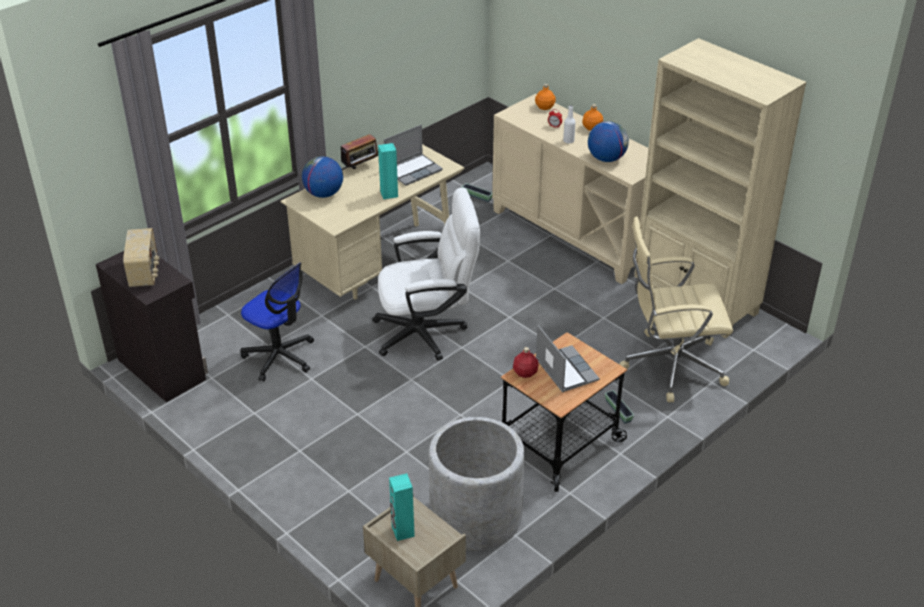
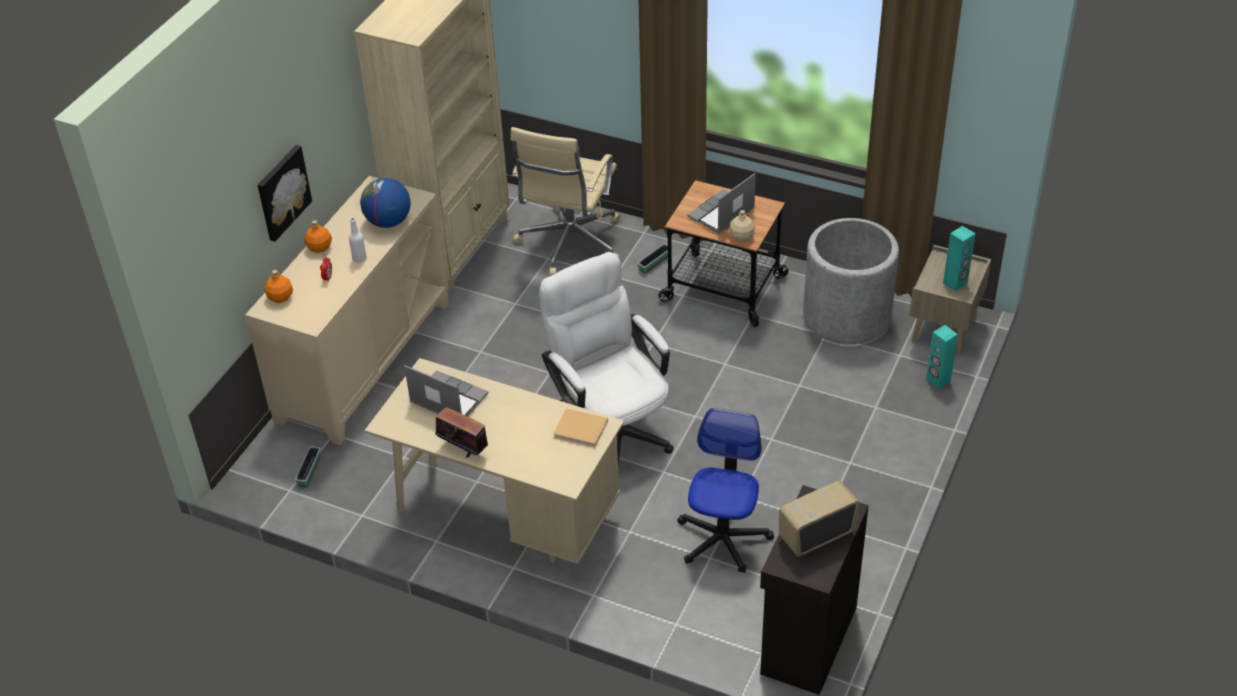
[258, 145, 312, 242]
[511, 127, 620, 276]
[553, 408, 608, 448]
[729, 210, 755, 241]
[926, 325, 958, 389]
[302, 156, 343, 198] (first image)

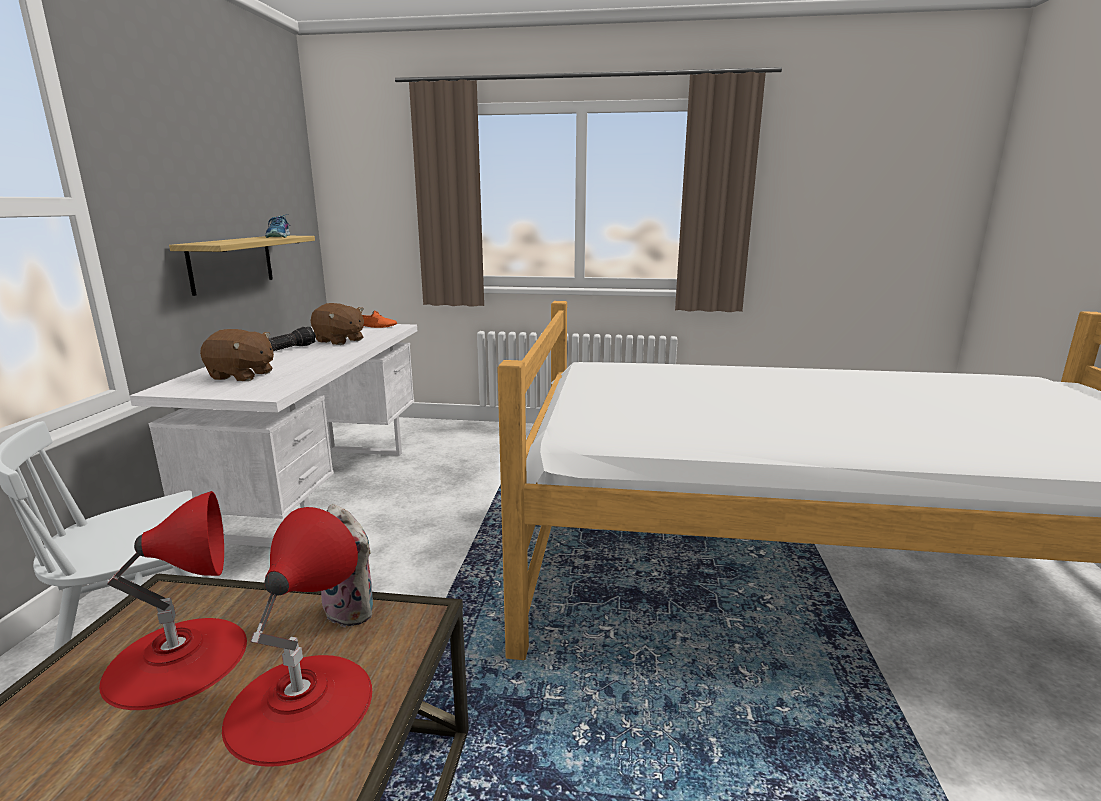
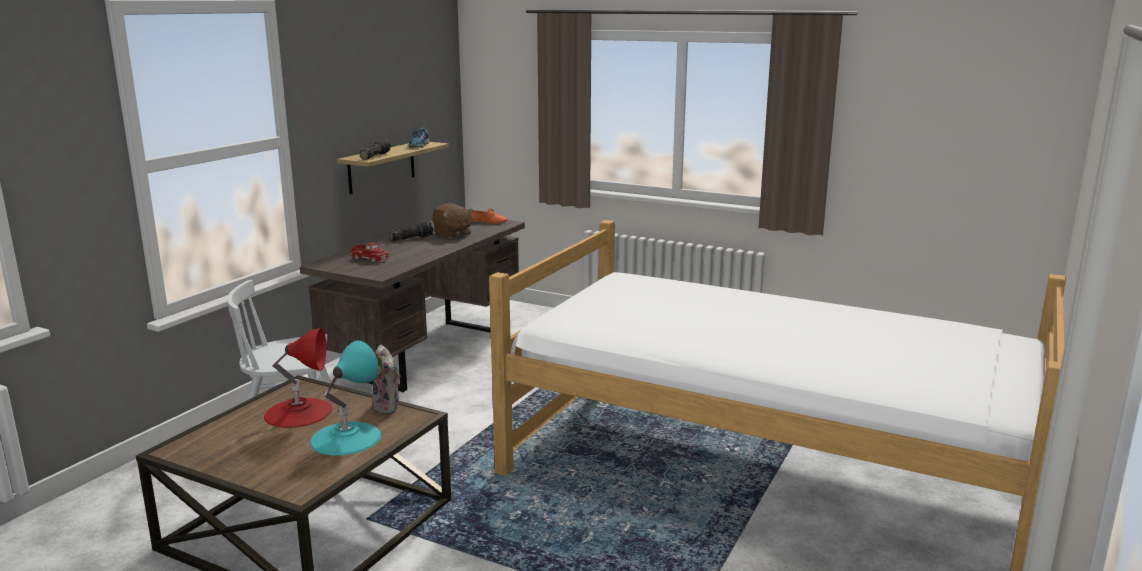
[300, 220, 525, 392]
[310, 341, 381, 455]
[351, 242, 390, 263]
[359, 139, 391, 160]

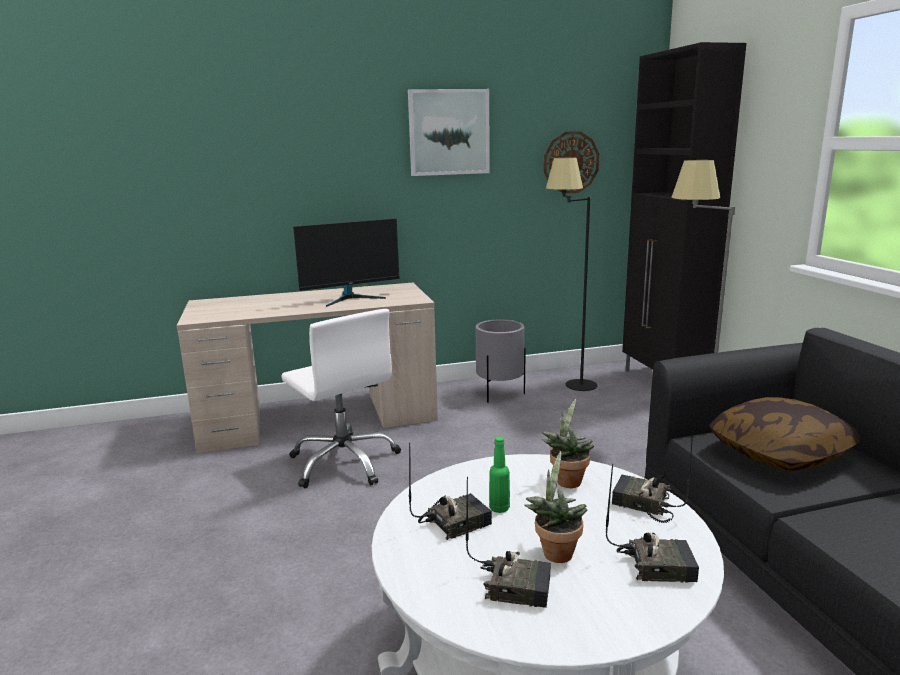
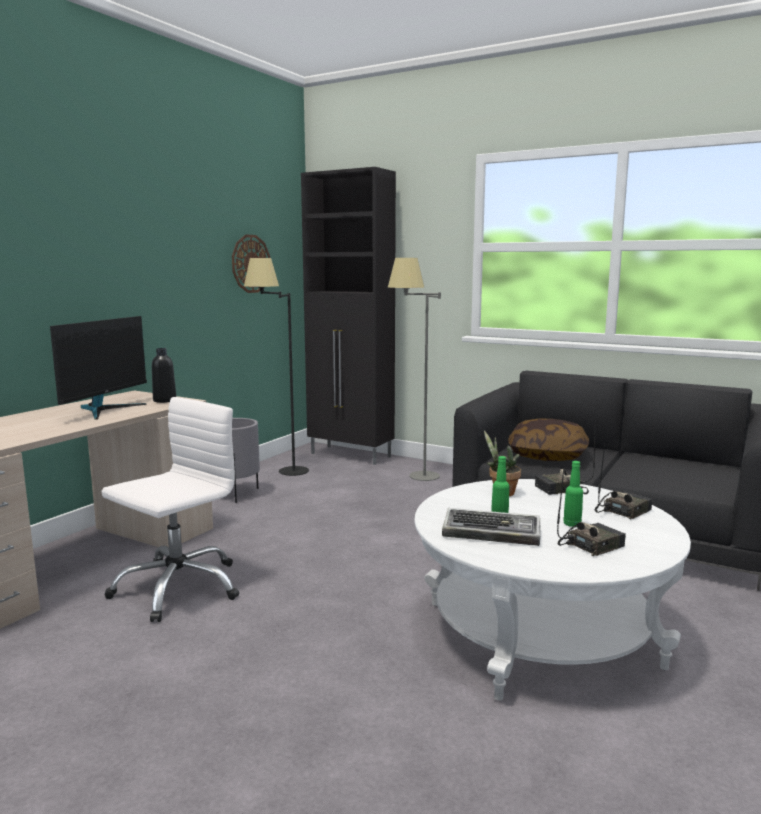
[101, 397, 239, 622]
[152, 348, 176, 403]
[442, 508, 541, 546]
[563, 461, 583, 527]
[408, 89, 490, 176] (first image)

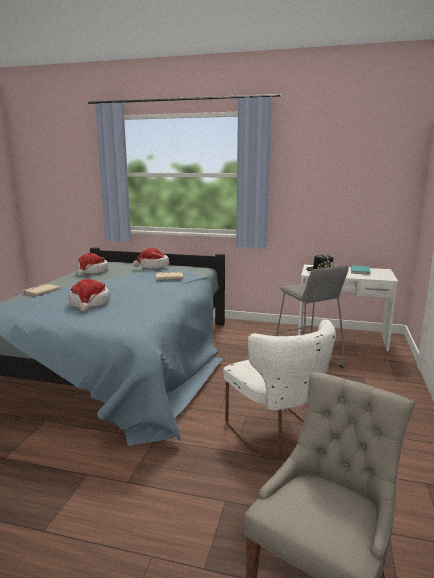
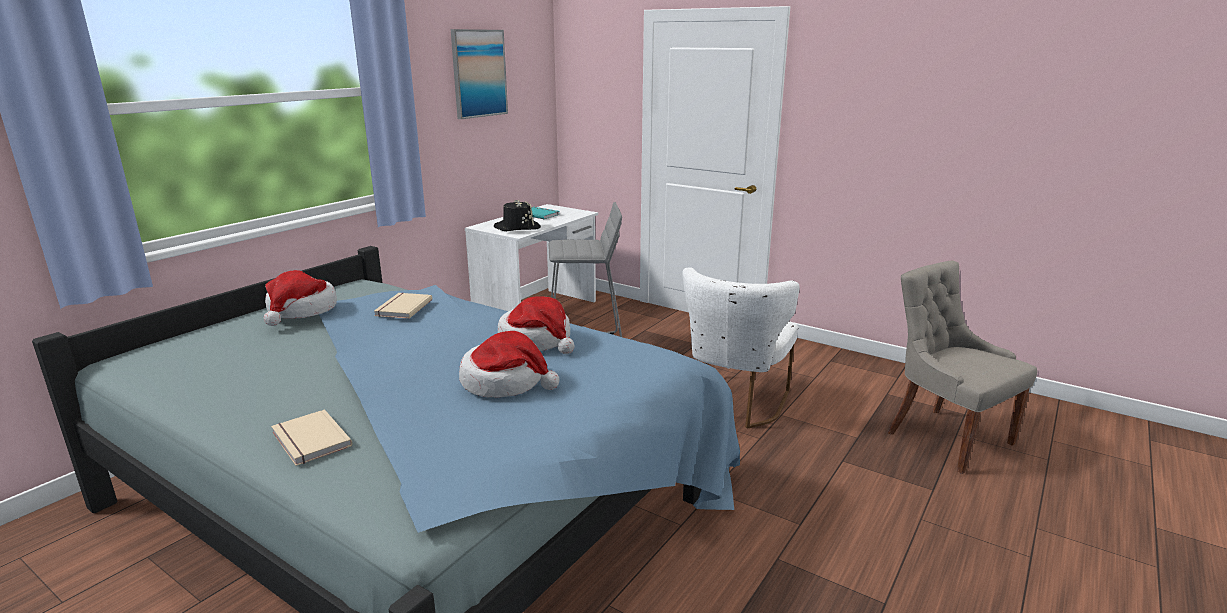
[451, 29, 508, 119]
[498, 296, 574, 354]
[682, 267, 800, 429]

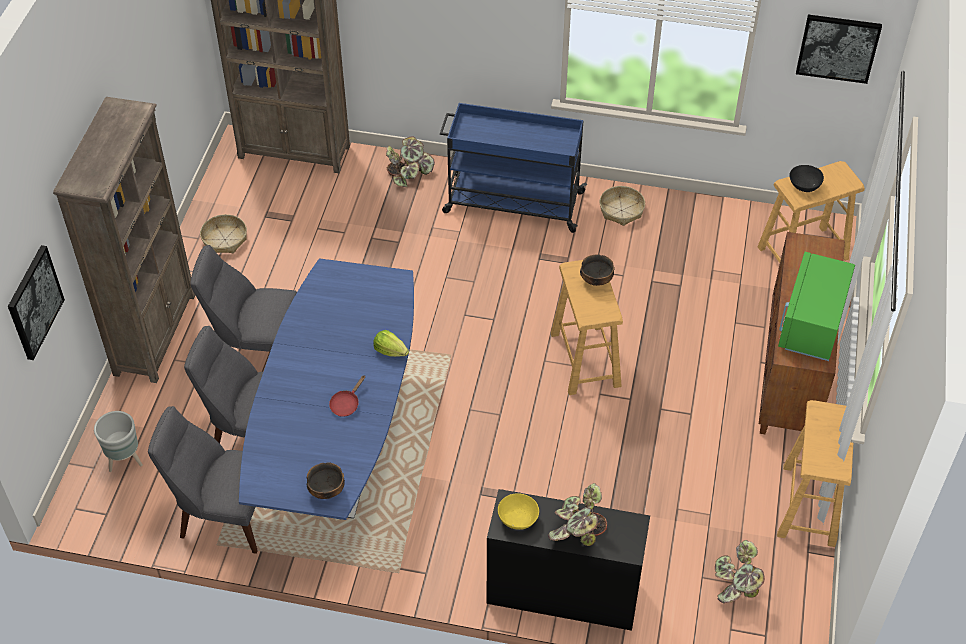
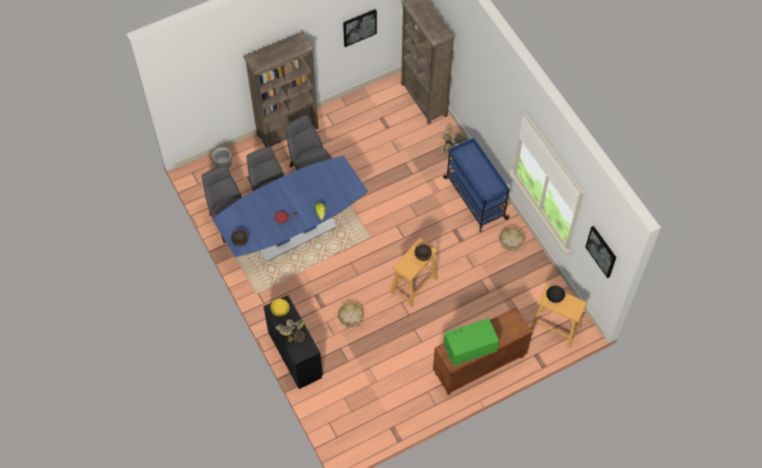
[338, 302, 364, 328]
[343, 9, 377, 47]
[715, 540, 765, 603] (first image)
[777, 400, 853, 547] (first image)

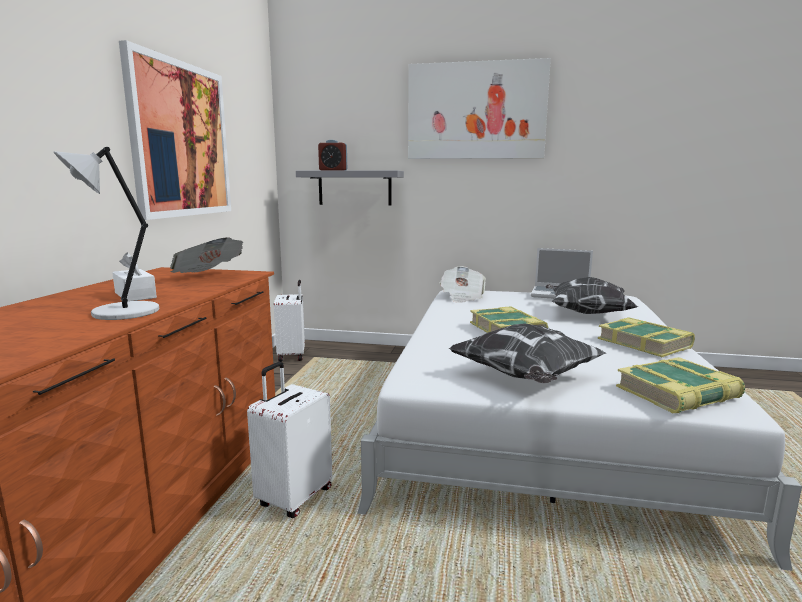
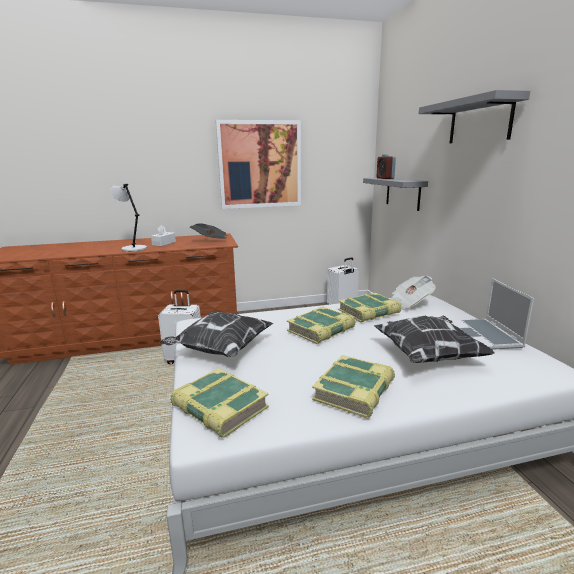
[338, 293, 401, 322]
[419, 90, 530, 143]

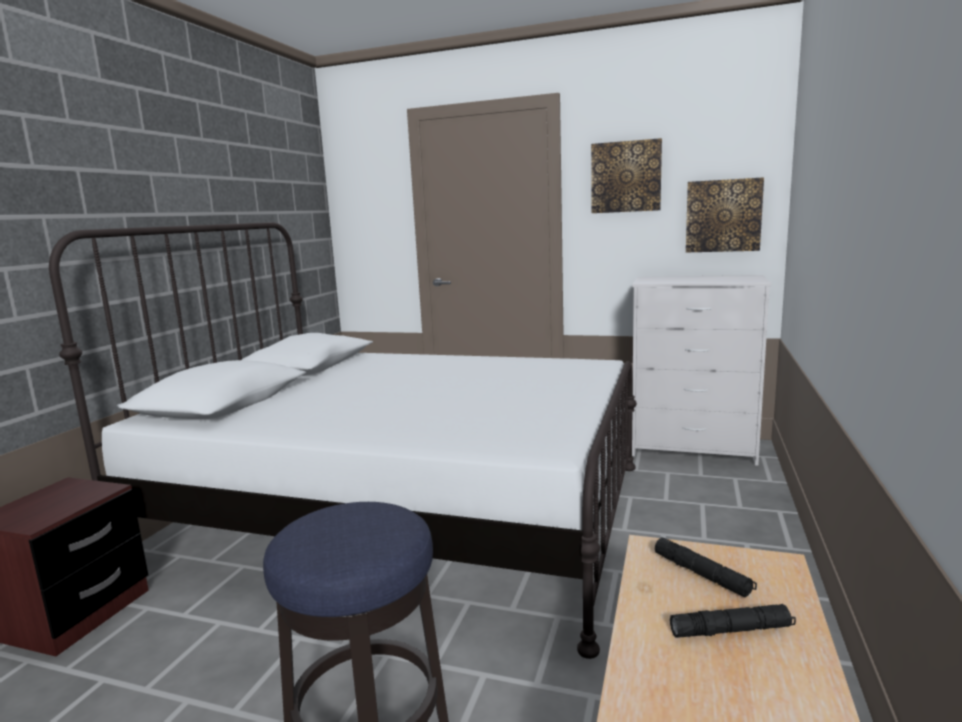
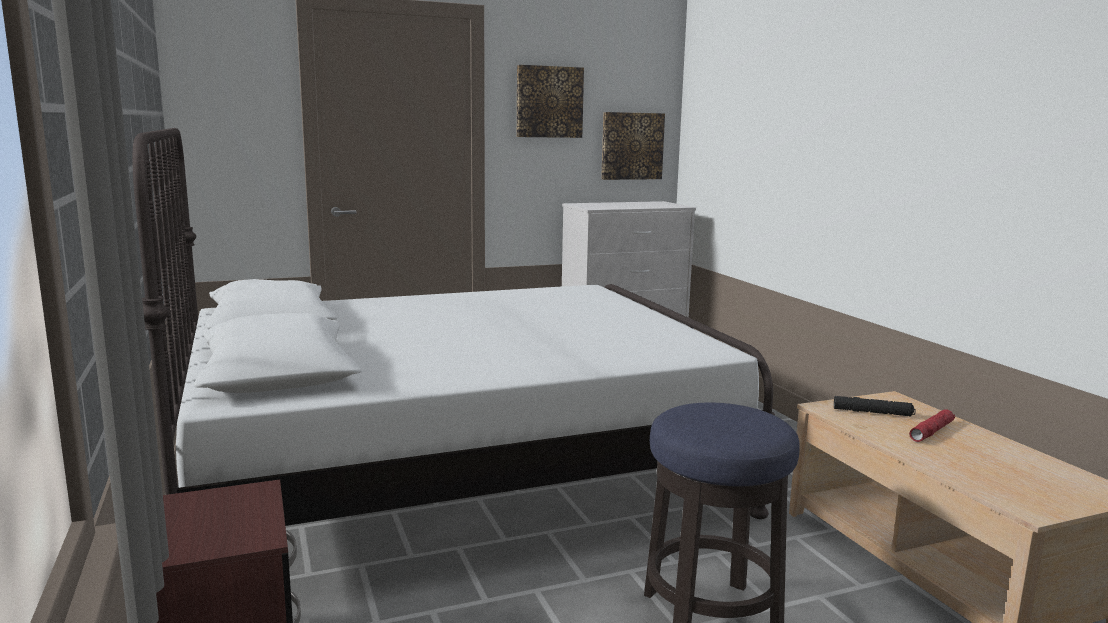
[909, 409, 955, 442]

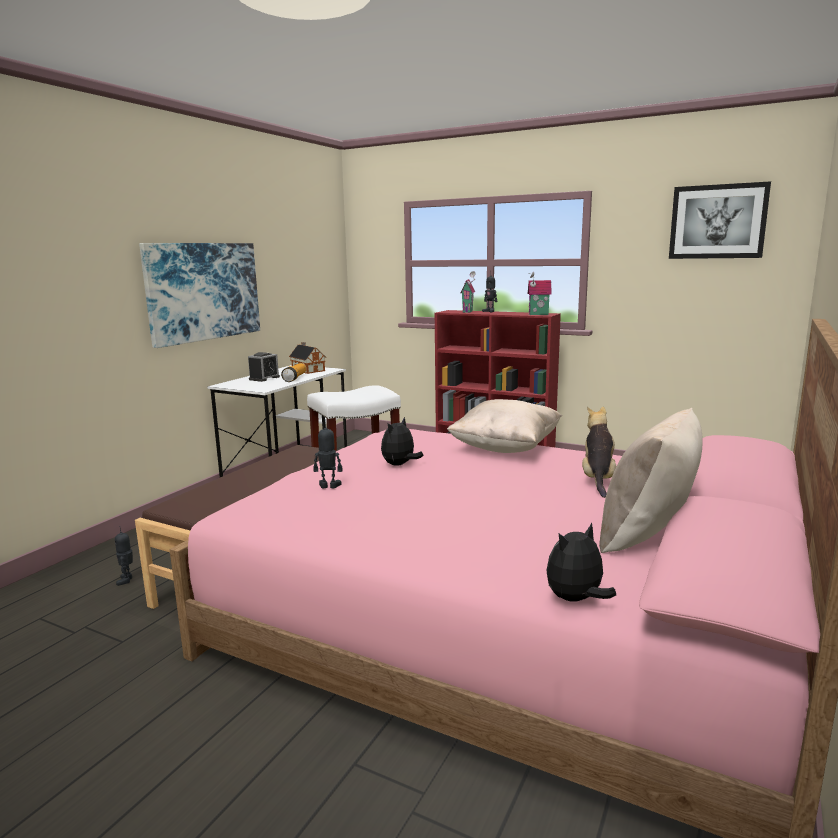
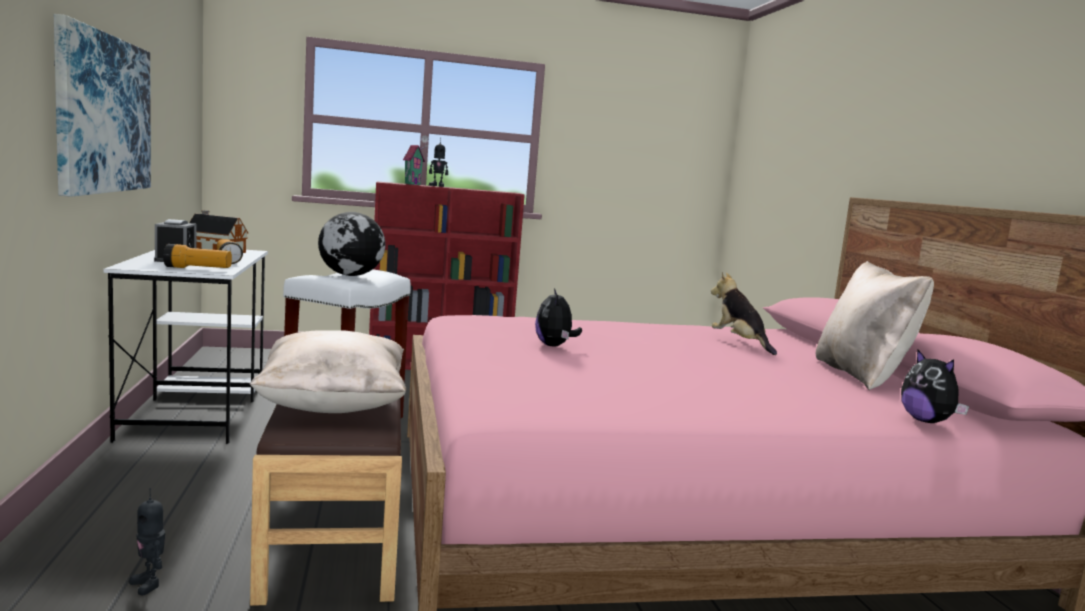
[163, 244, 232, 268]
[250, 330, 406, 413]
[318, 212, 385, 276]
[901, 350, 969, 423]
[313, 420, 342, 488] (first image)
[528, 272, 552, 315] (first image)
[669, 181, 771, 259] (first image)

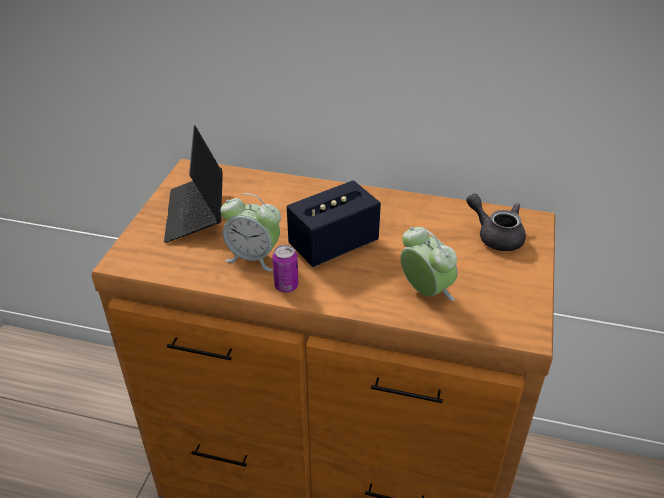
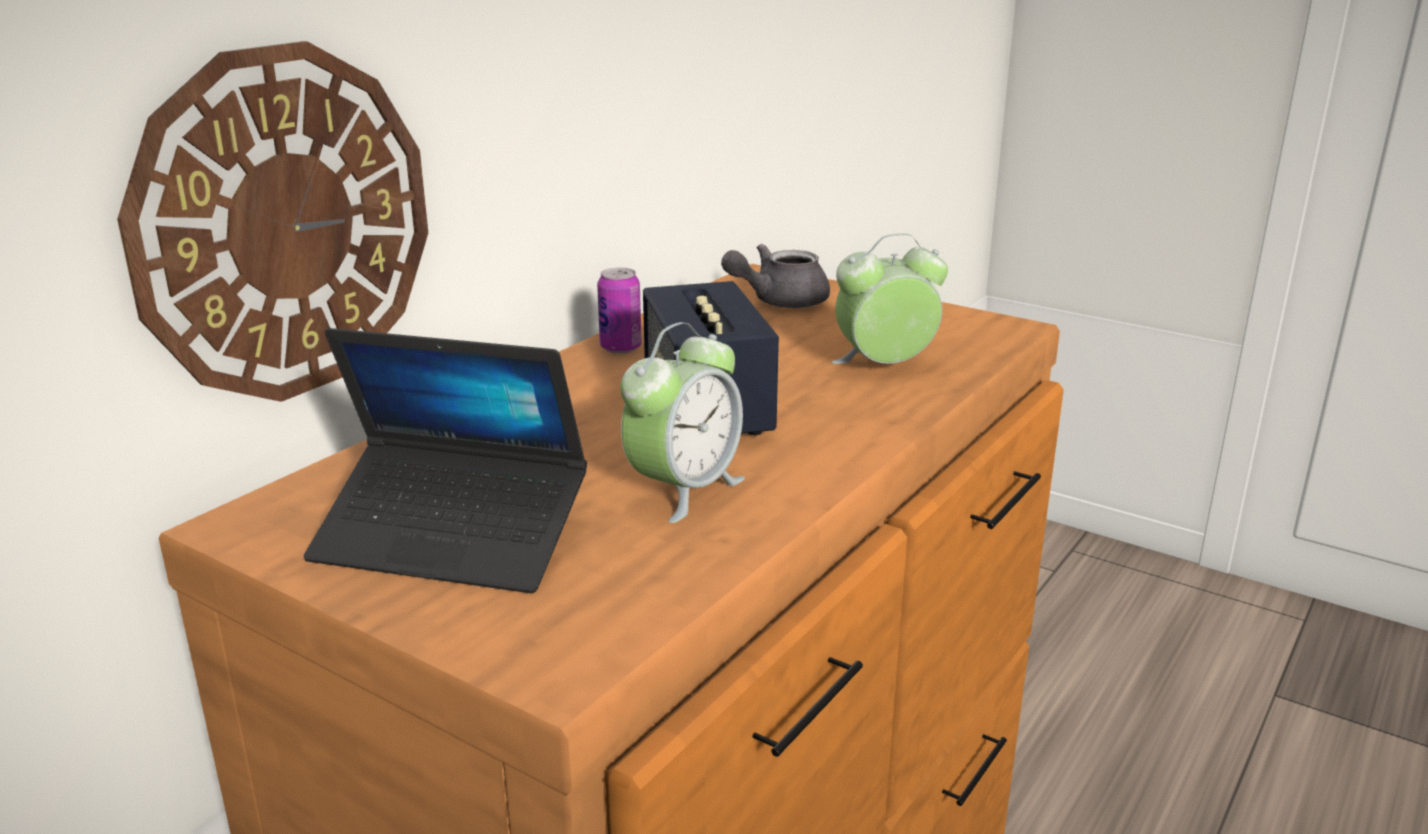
[117, 41, 428, 402]
[597, 268, 642, 354]

